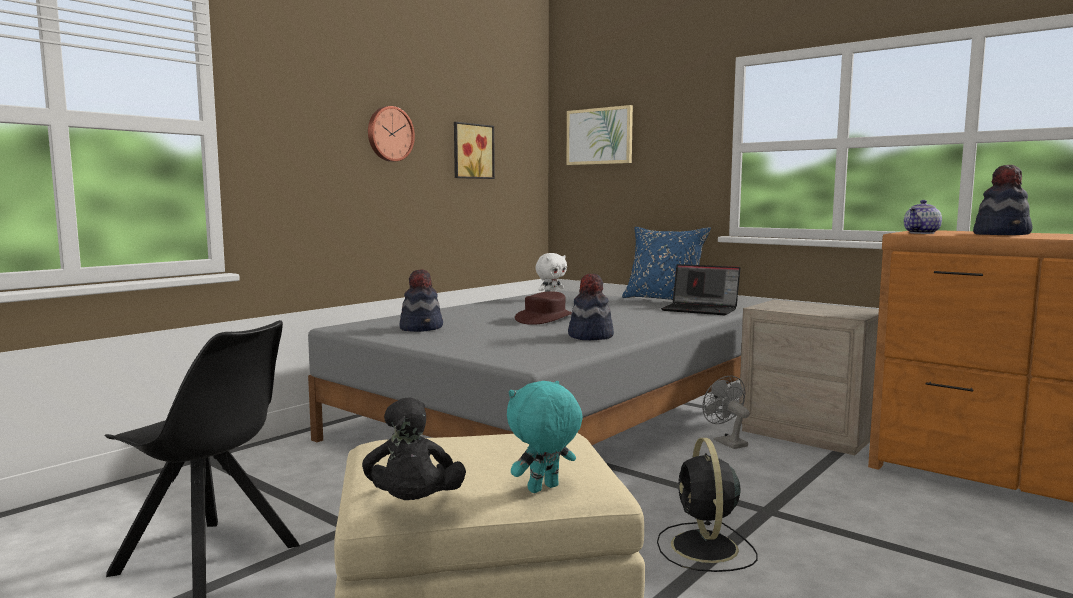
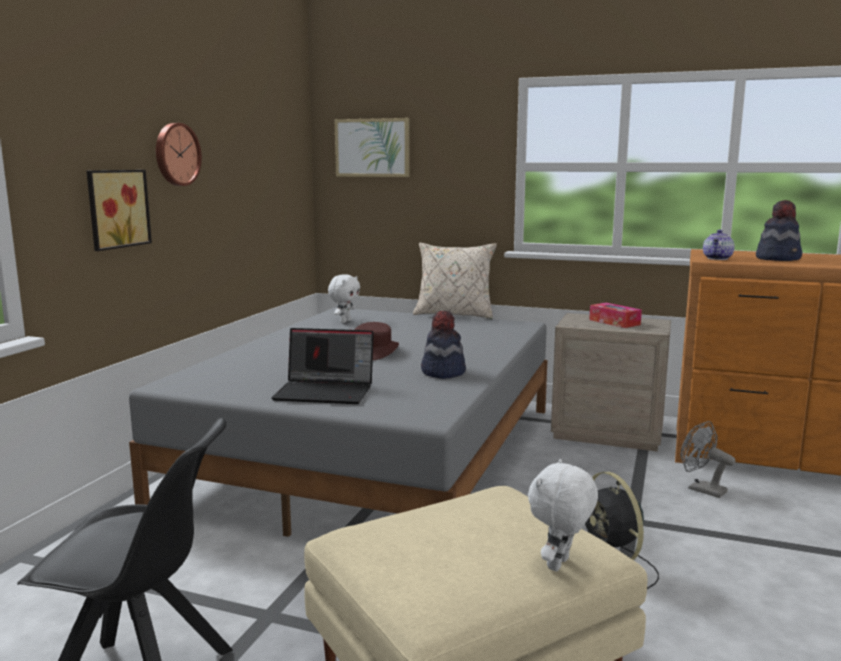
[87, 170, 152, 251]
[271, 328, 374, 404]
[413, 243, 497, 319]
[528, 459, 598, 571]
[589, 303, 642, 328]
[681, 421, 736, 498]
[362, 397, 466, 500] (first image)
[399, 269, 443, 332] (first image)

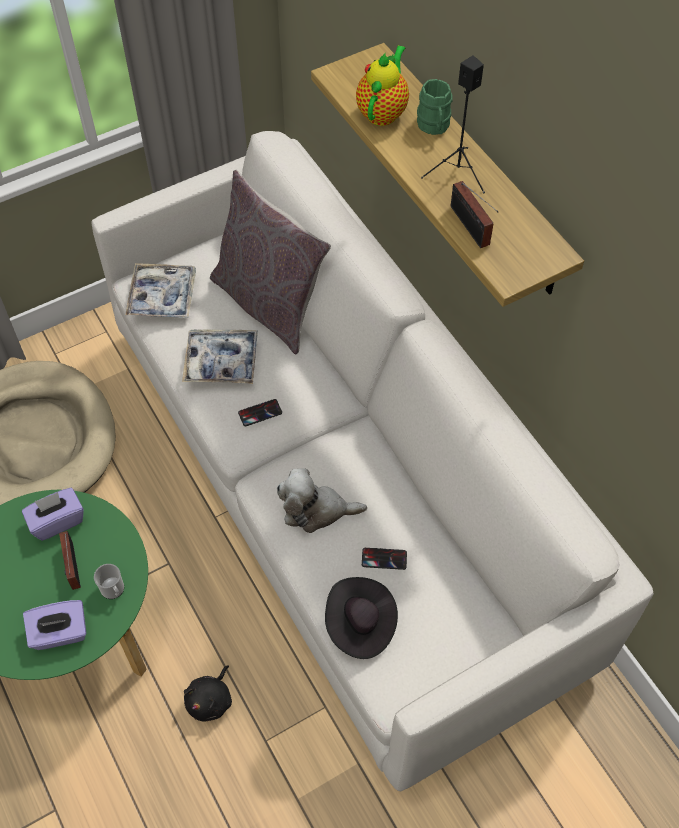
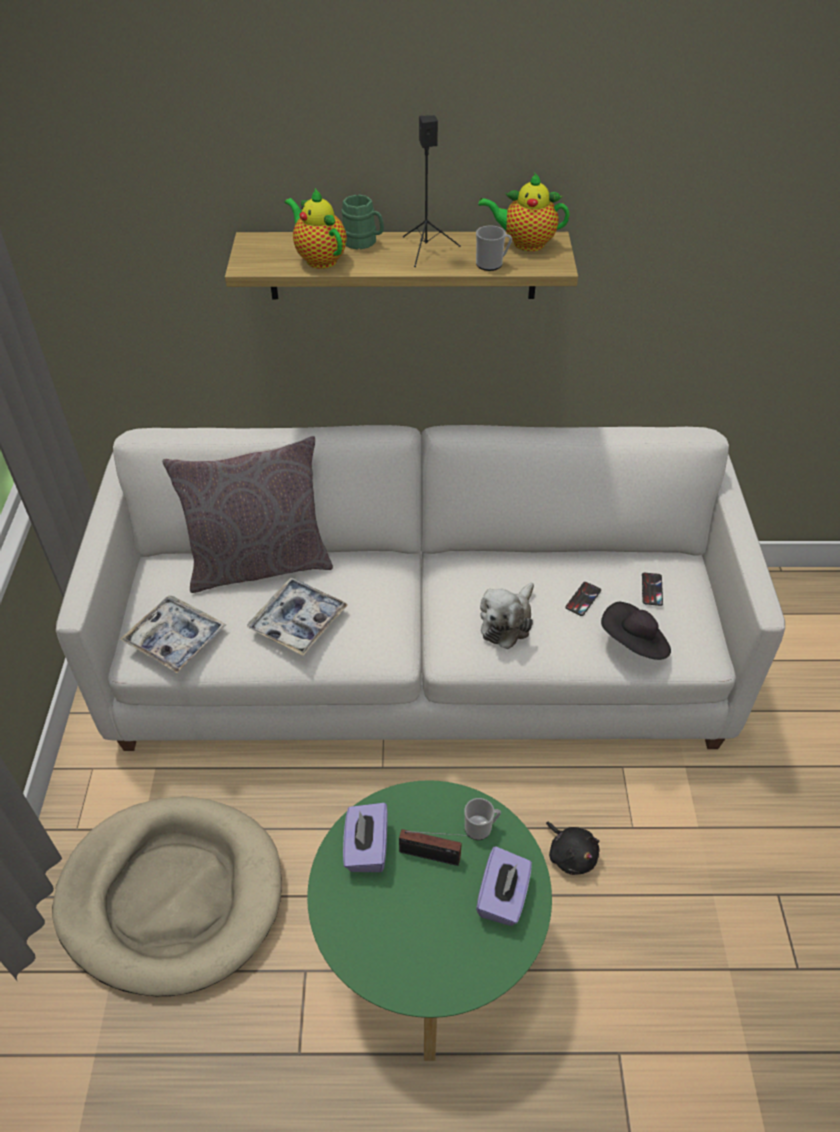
[476, 226, 512, 271]
[478, 173, 570, 251]
[642, 572, 663, 606]

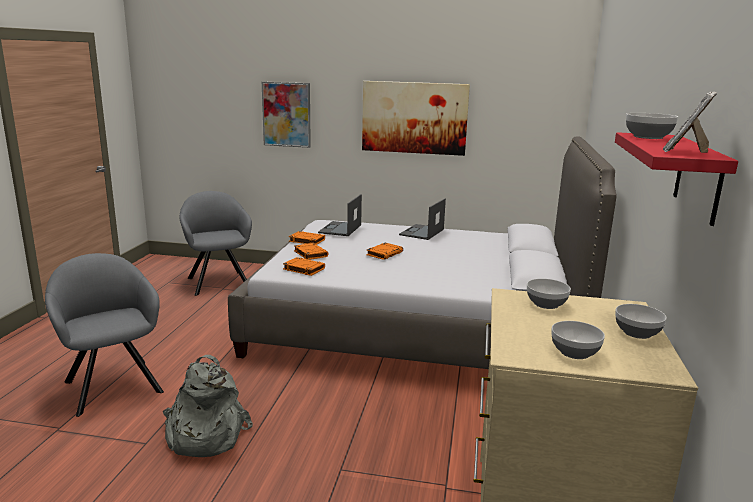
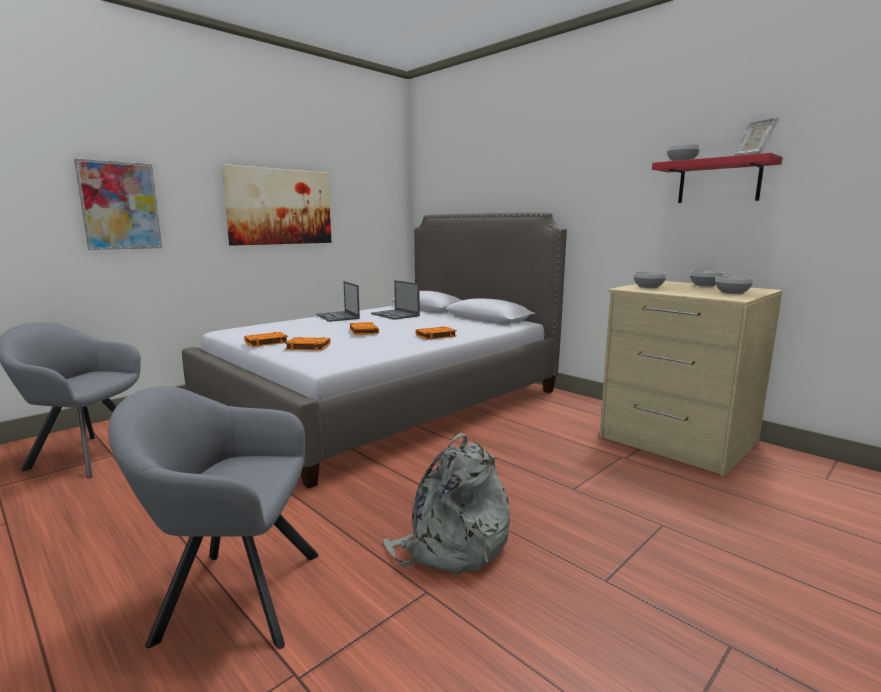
[371, 280, 420, 320]
[415, 326, 457, 340]

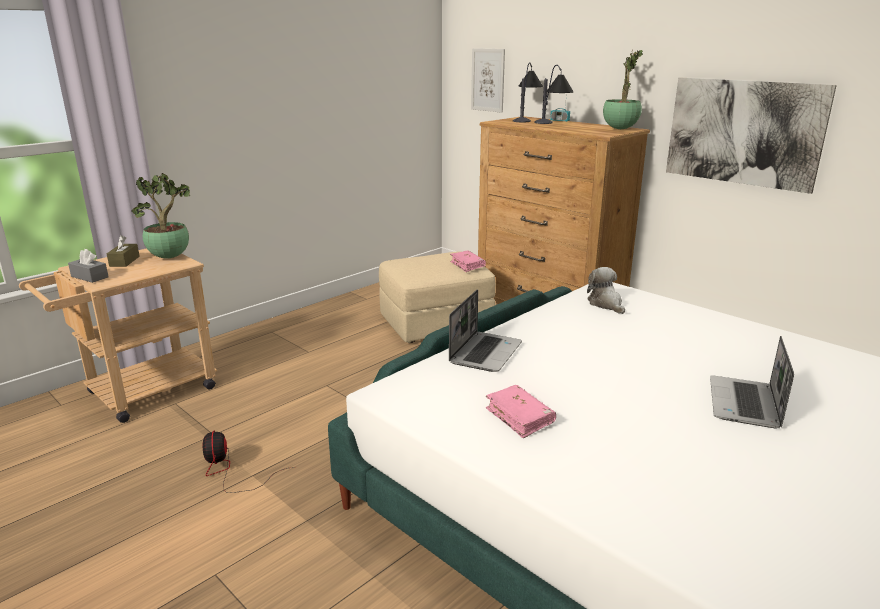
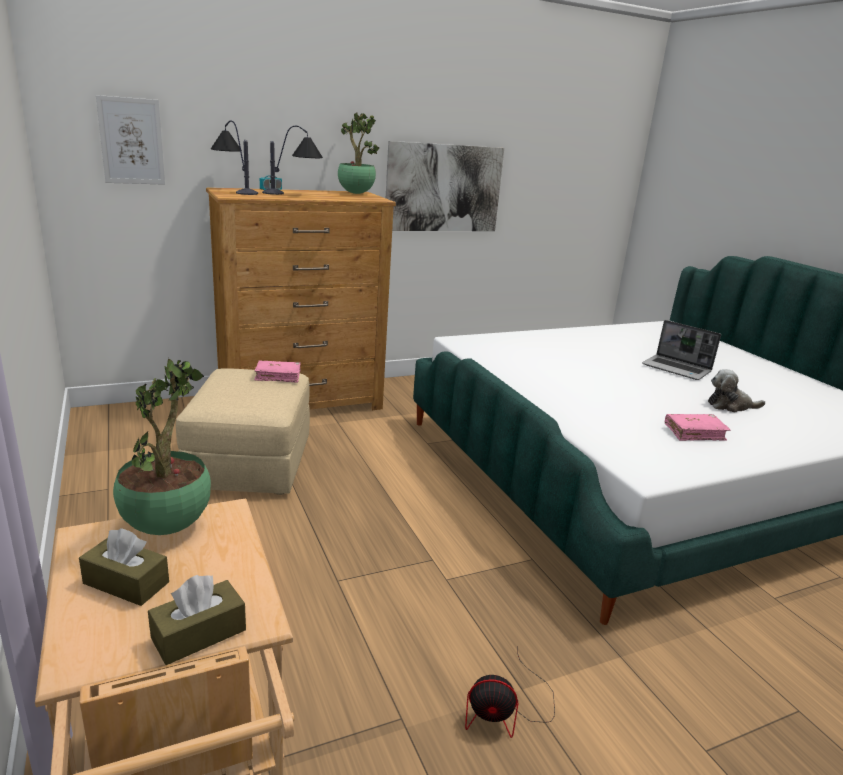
[148, 575, 246, 665]
[708, 369, 765, 412]
[449, 289, 522, 372] (first image)

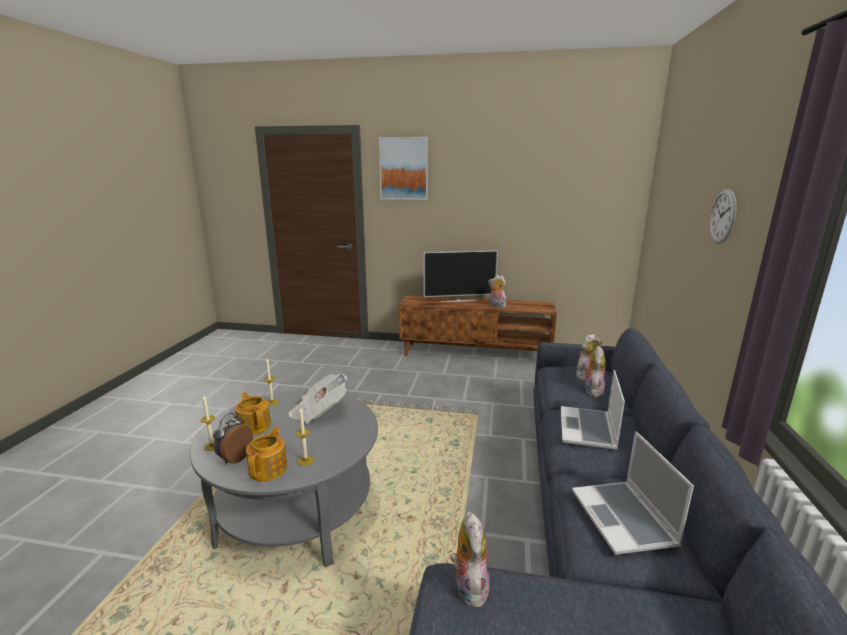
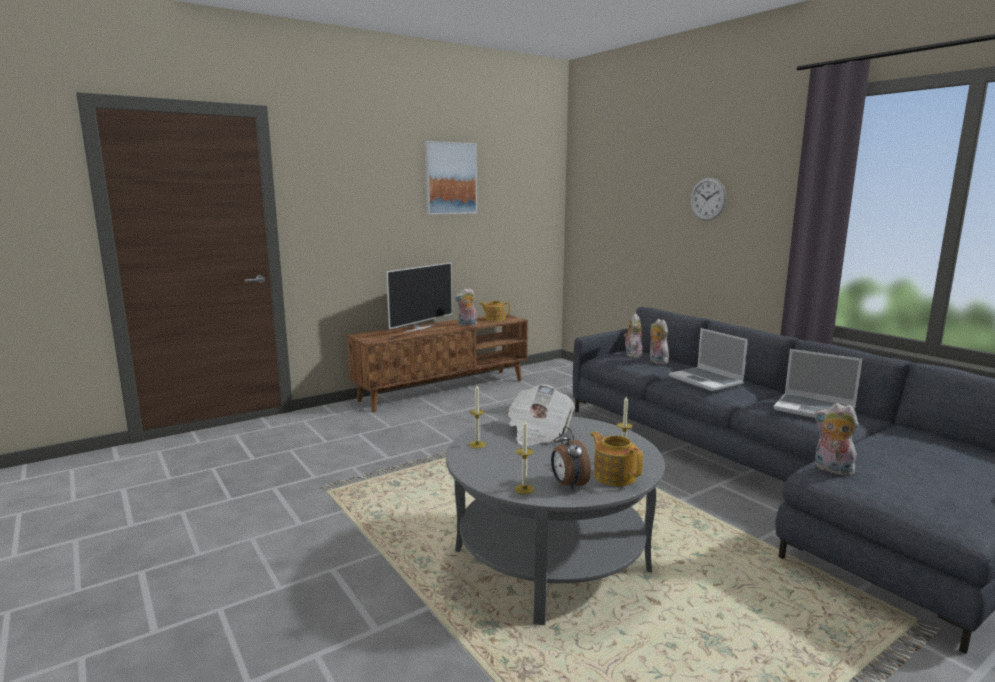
[425, 141, 477, 215]
[480, 301, 510, 322]

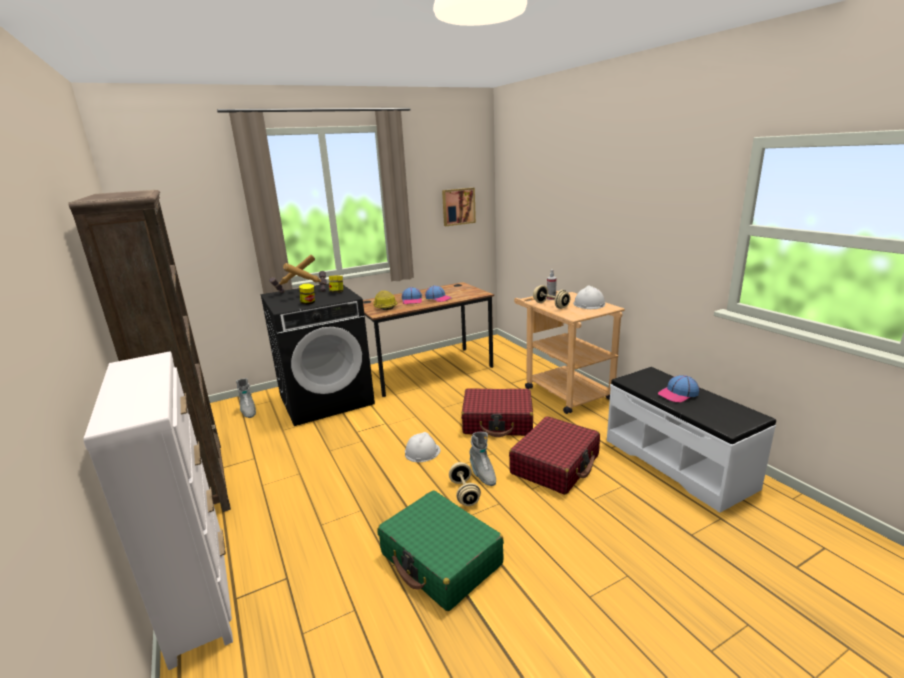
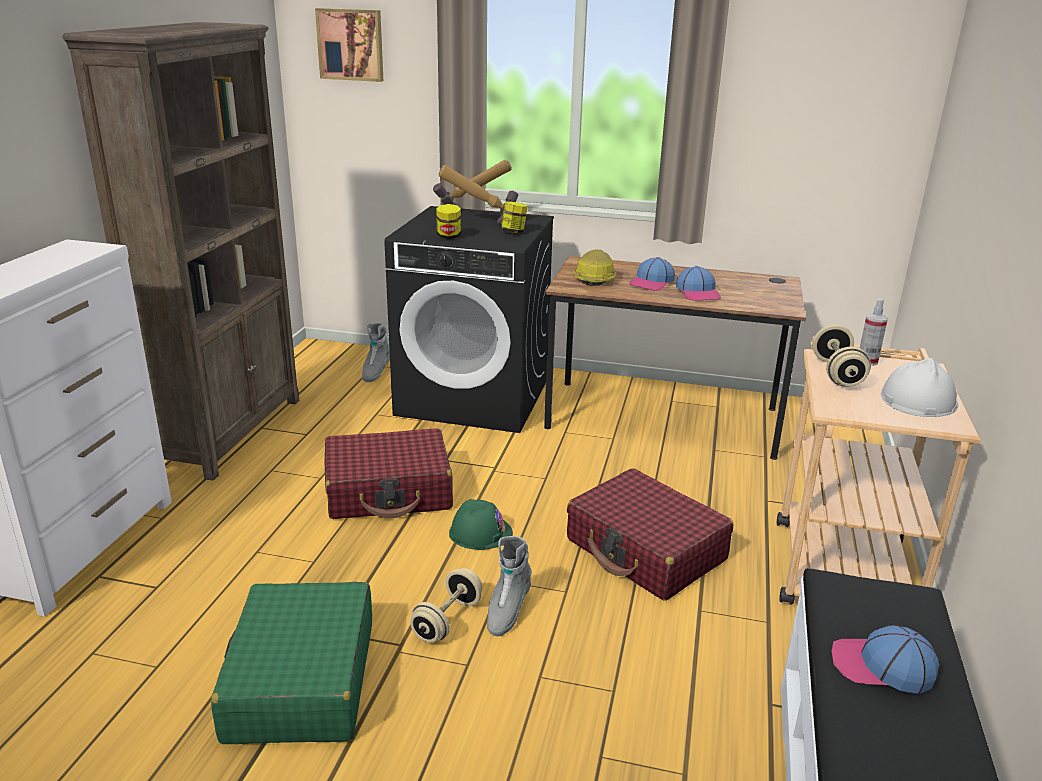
[315, 8, 383, 82]
[325, 428, 453, 519]
[449, 499, 513, 550]

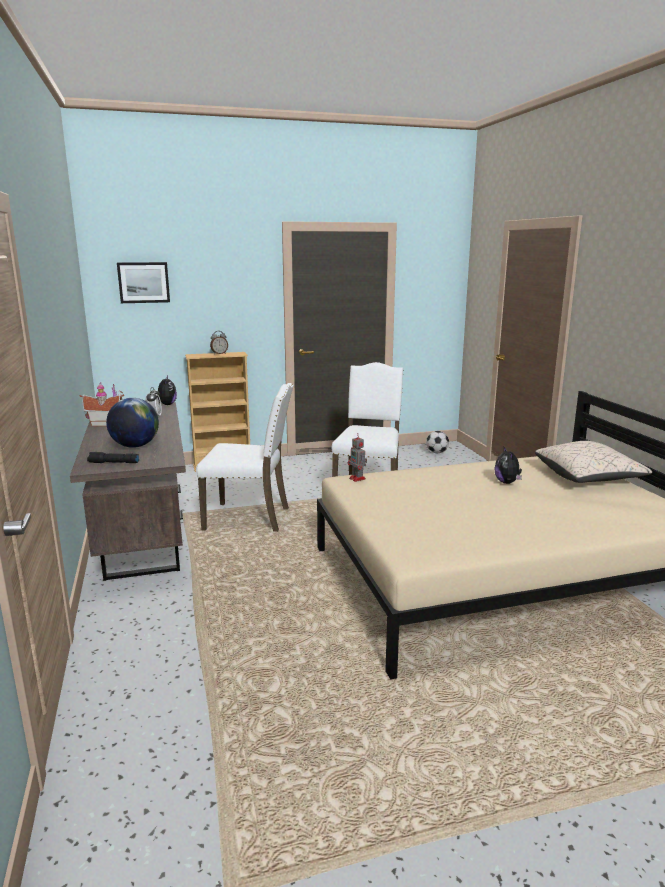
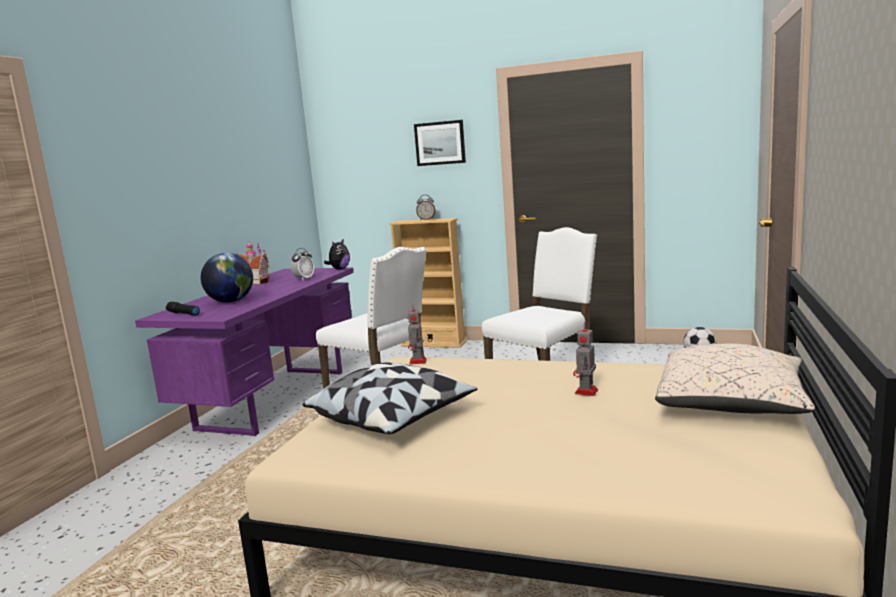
[135, 268, 354, 436]
[302, 363, 478, 434]
[414, 120, 466, 166]
[573, 322, 598, 396]

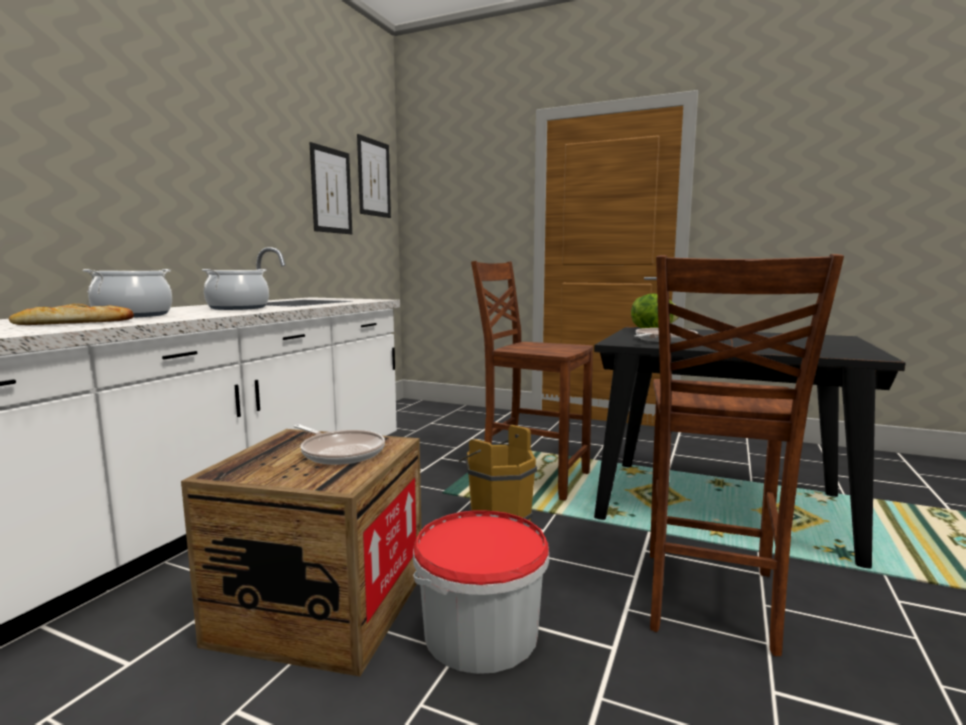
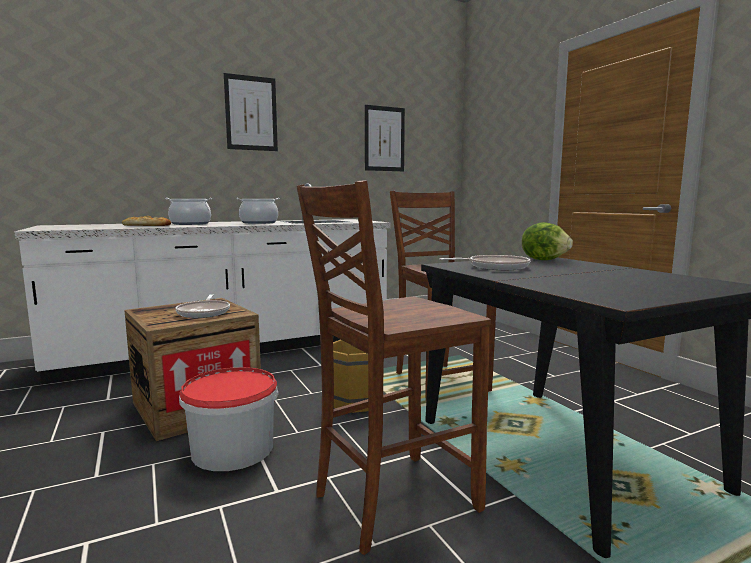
[224, 73, 278, 151]

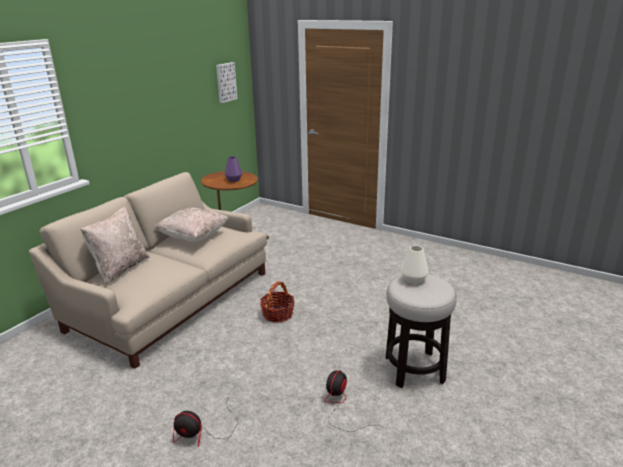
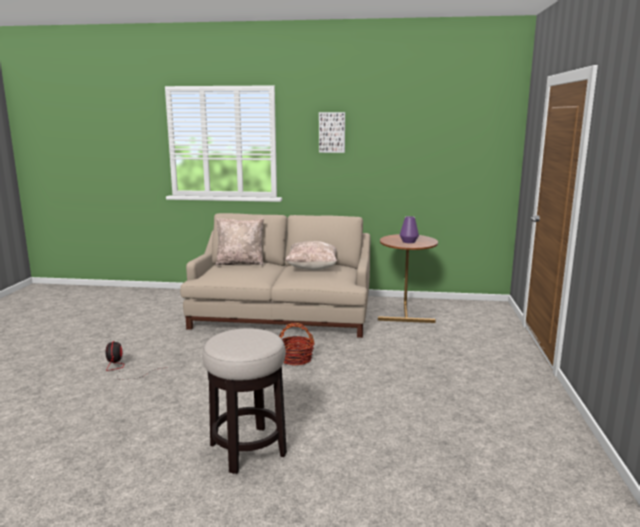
[319, 112, 345, 153]
[324, 370, 385, 432] (first image)
[401, 245, 429, 284] (first image)

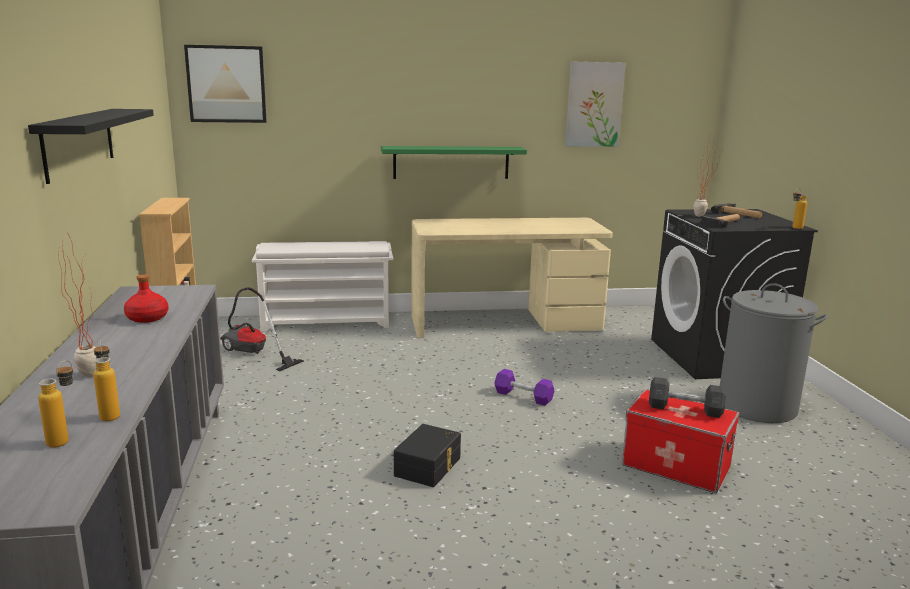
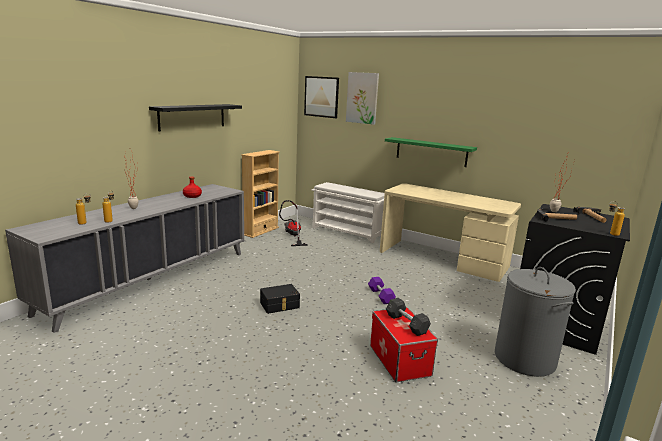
[346, 72, 379, 125]

